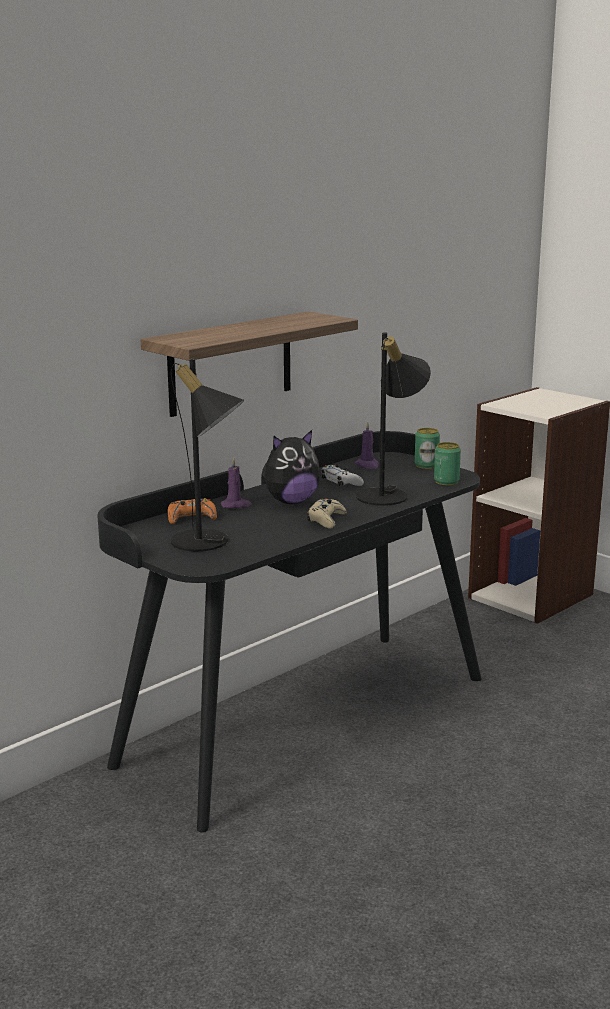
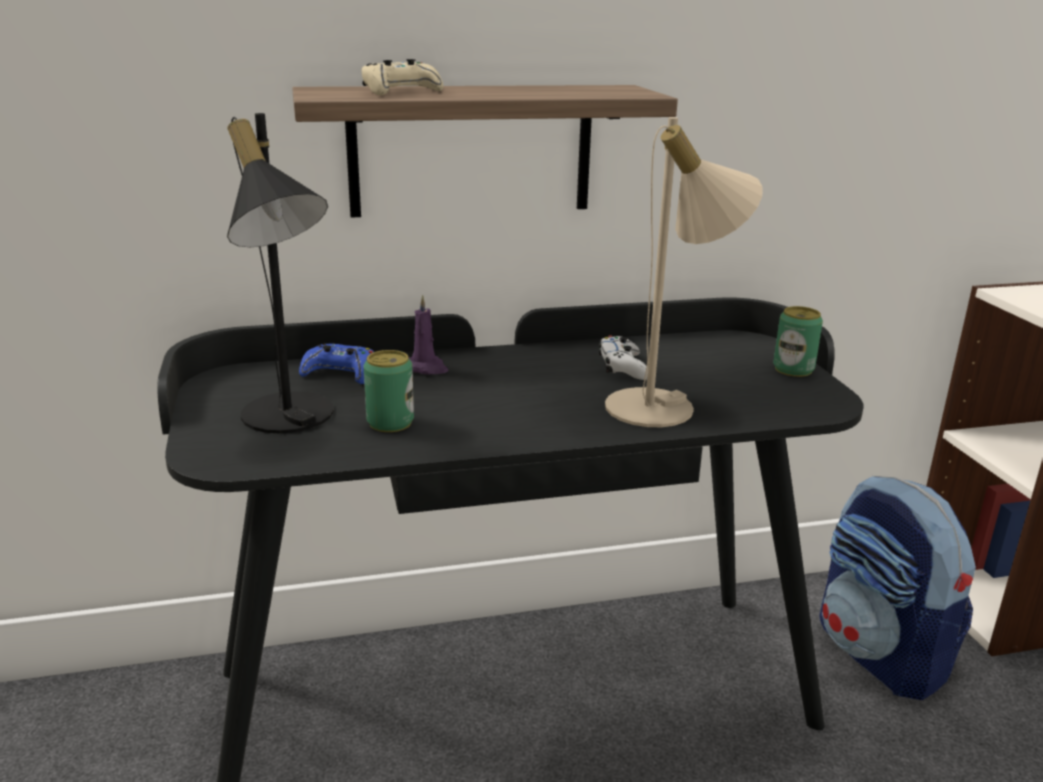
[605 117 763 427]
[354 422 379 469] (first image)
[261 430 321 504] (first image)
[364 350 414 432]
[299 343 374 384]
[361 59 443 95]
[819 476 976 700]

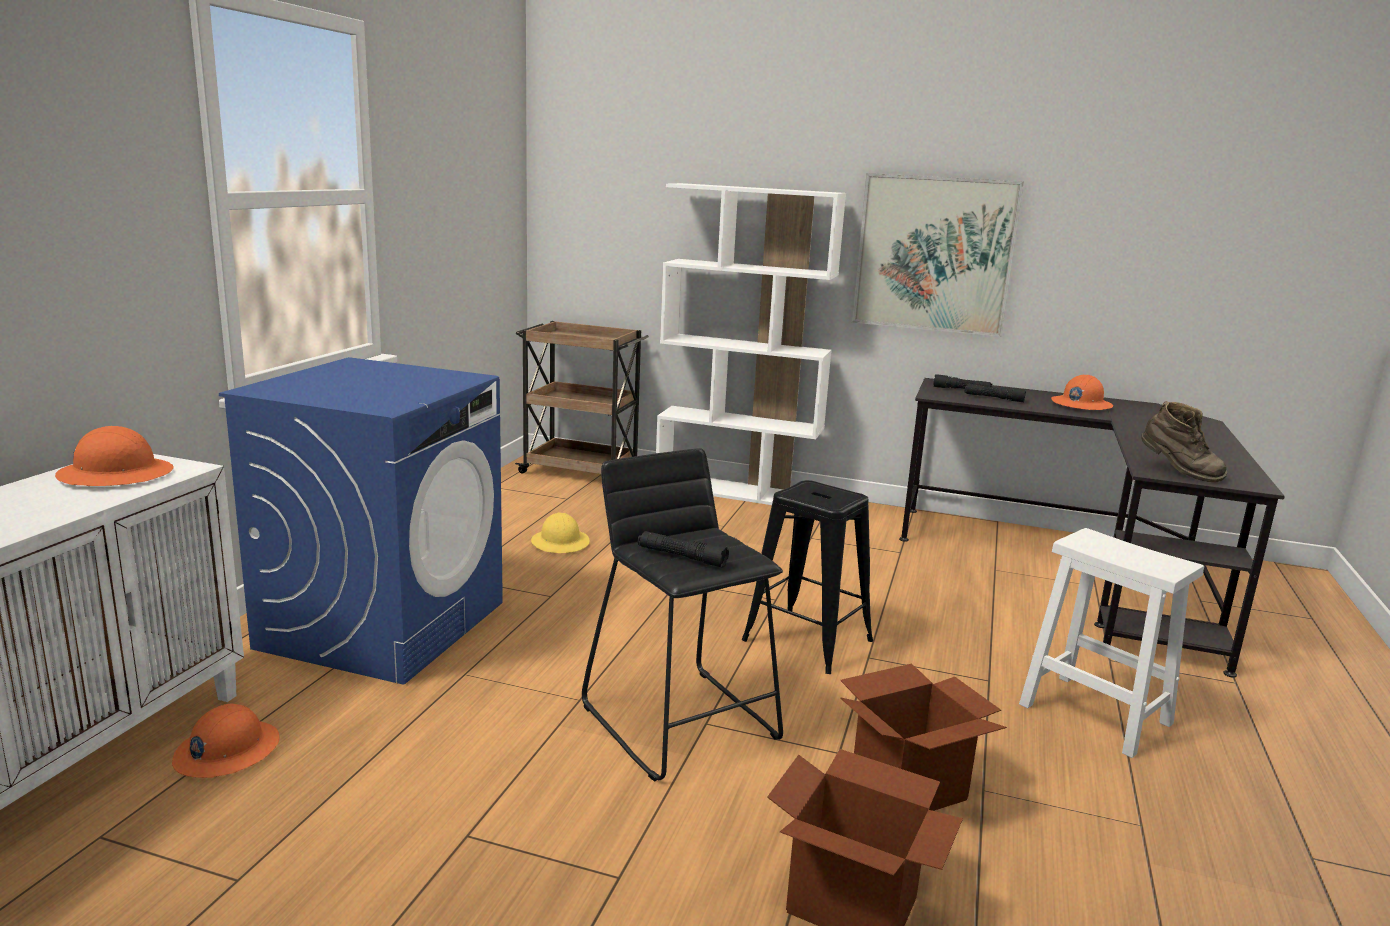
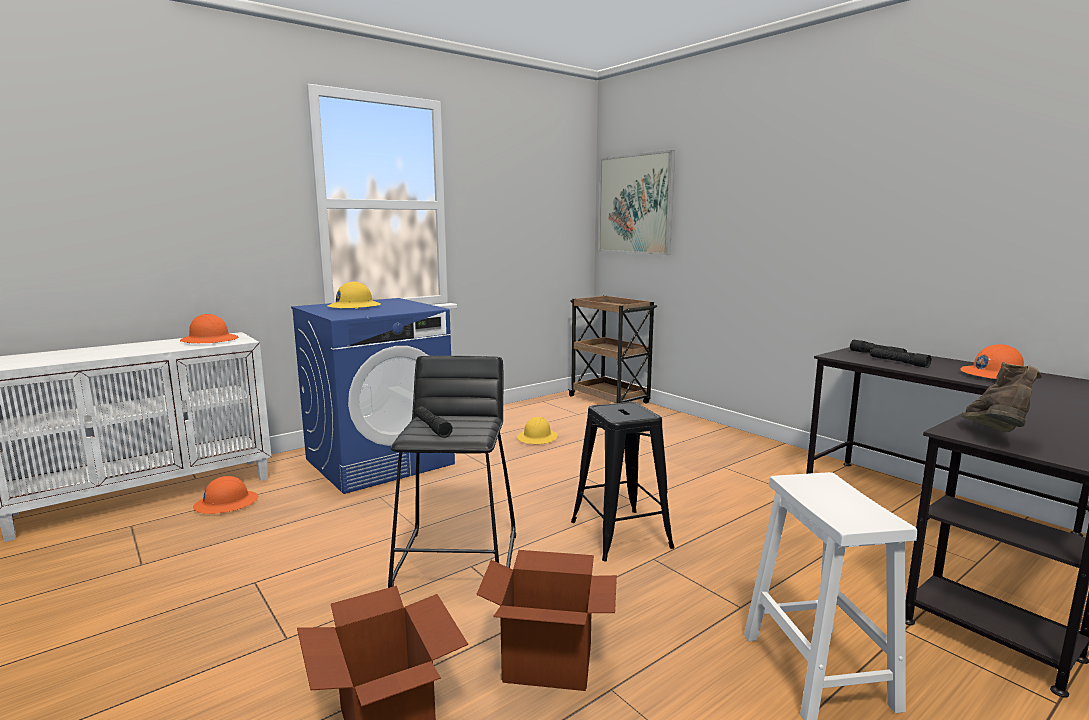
[598 150 675 255]
[656 183 846 505] (first image)
[961 362 1042 432]
[327 282 381 309]

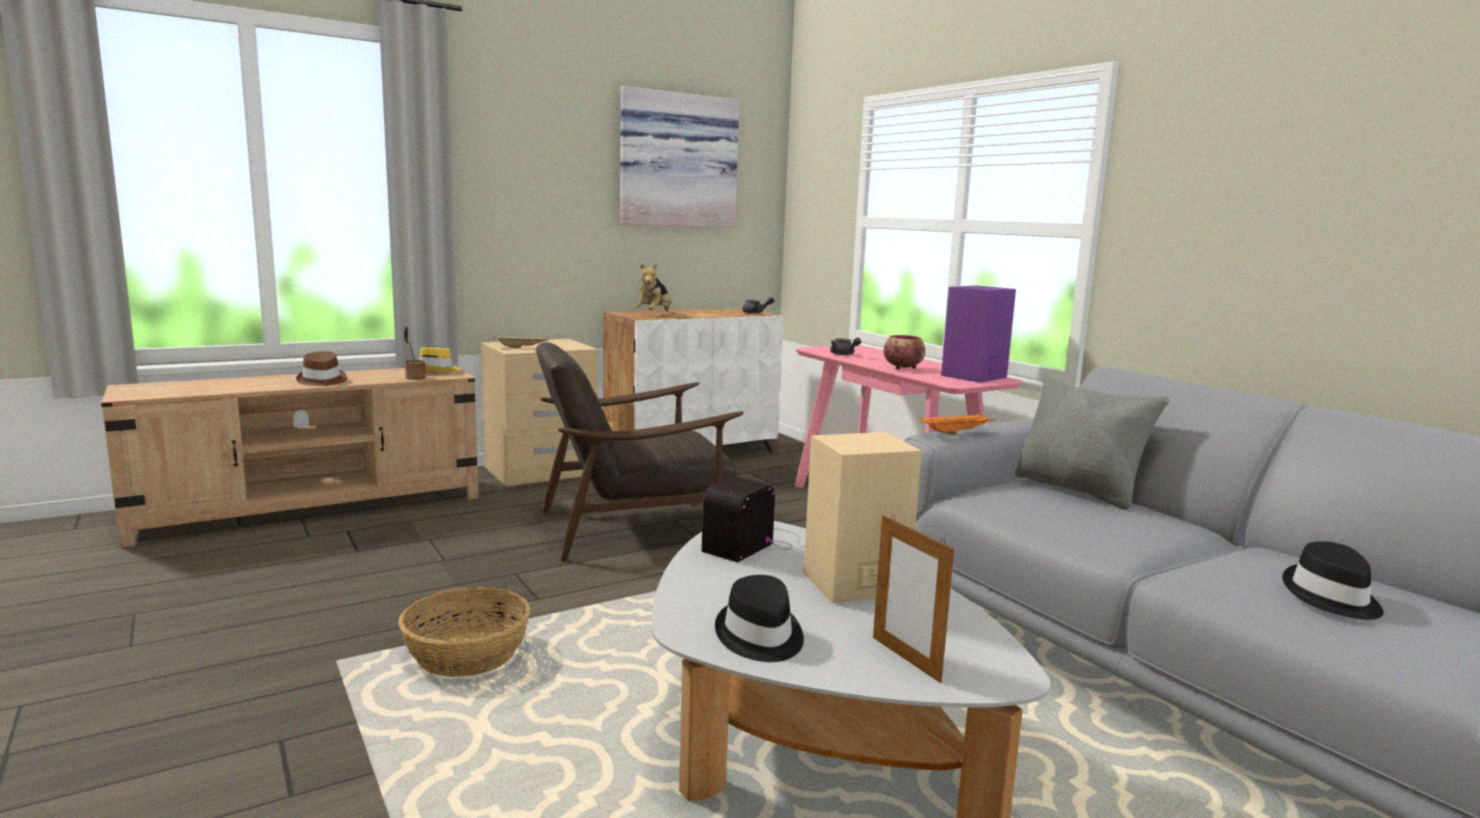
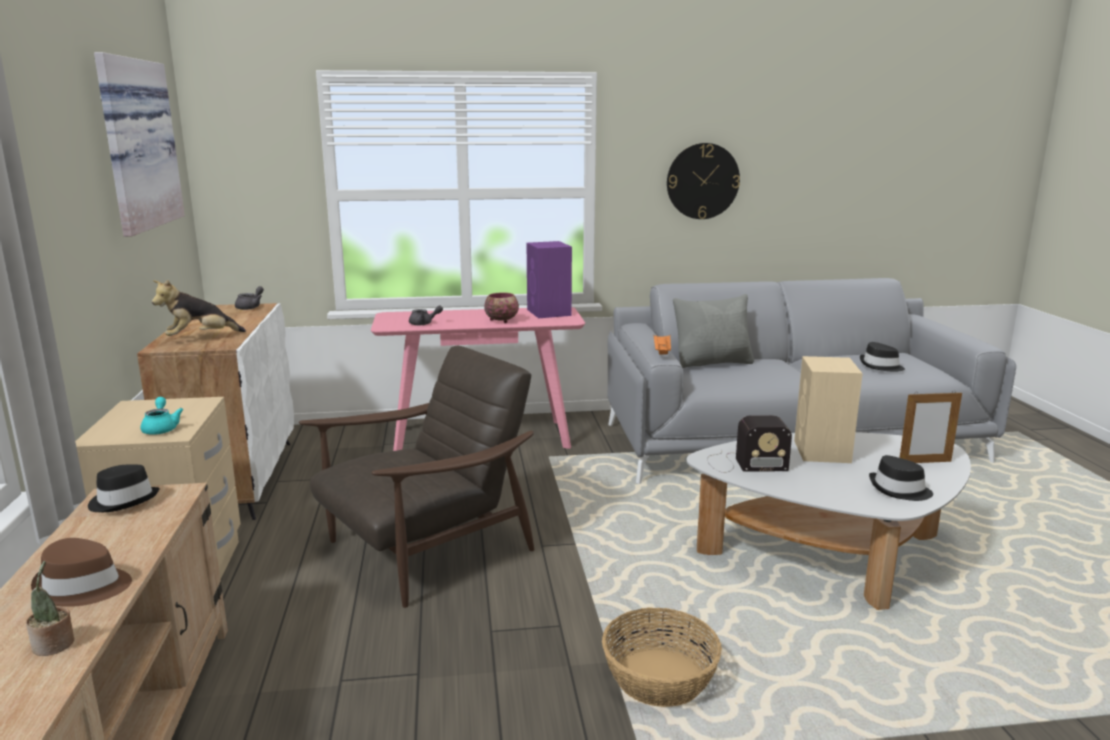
[152 280 246 336]
[26 561 74 656]
[141 397 183 435]
[299 346 535 608]
[88 465 160 512]
[707 415 792 473]
[667 143 740 219]

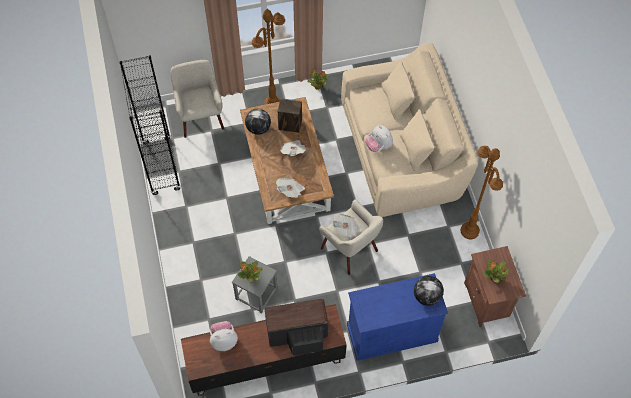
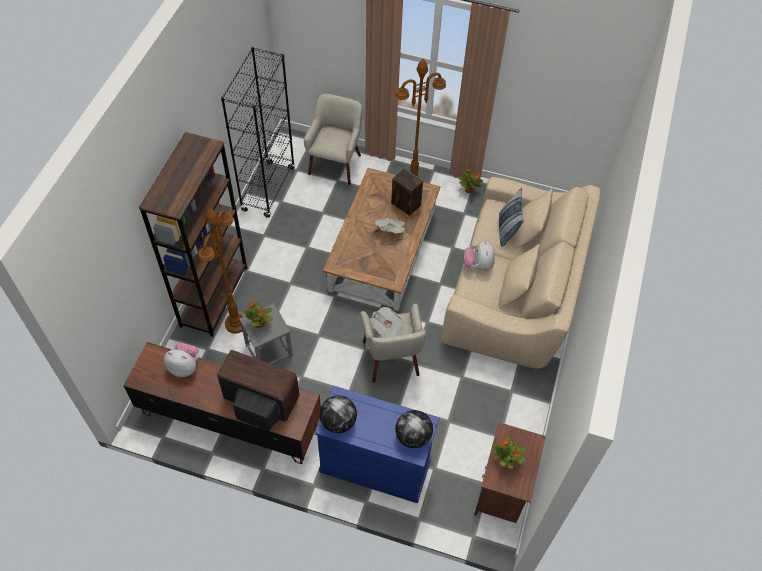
[319 395 357 433]
[199 209 244 333]
[276 178 305 198] (first image)
[139 132 247 337]
[499 188 524 247]

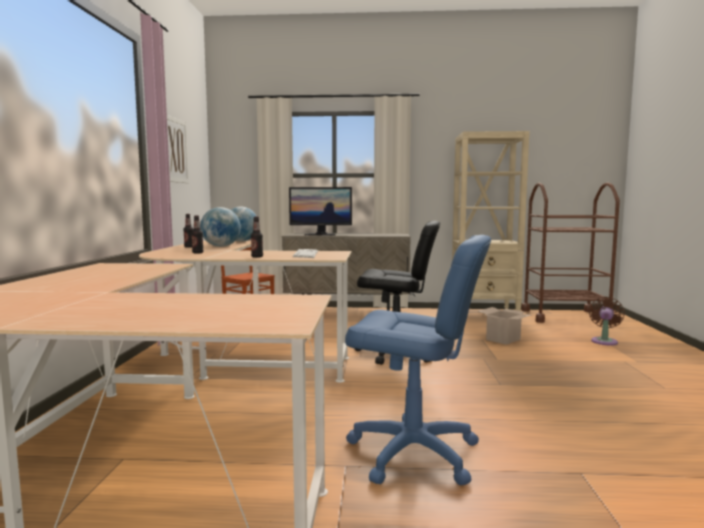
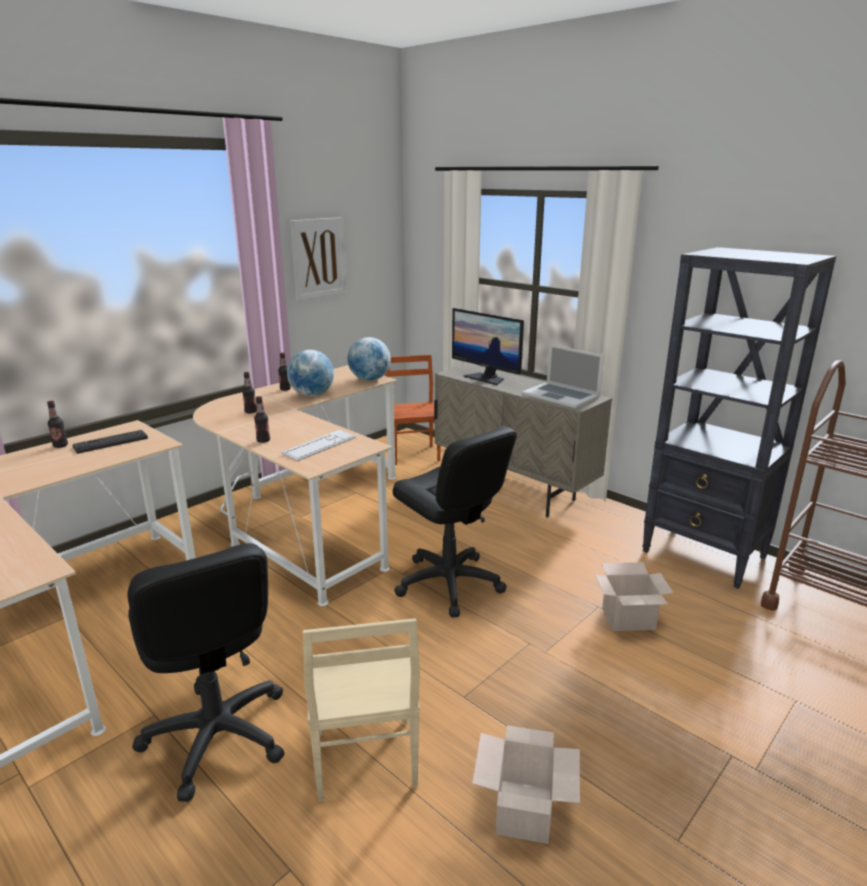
[642 247 836 589]
[128 543 284 802]
[589 297 625 346] (first image)
[522 344 604 408]
[47 401 68 448]
[73 430 148 454]
[303 618 420 801]
[472 725 580 844]

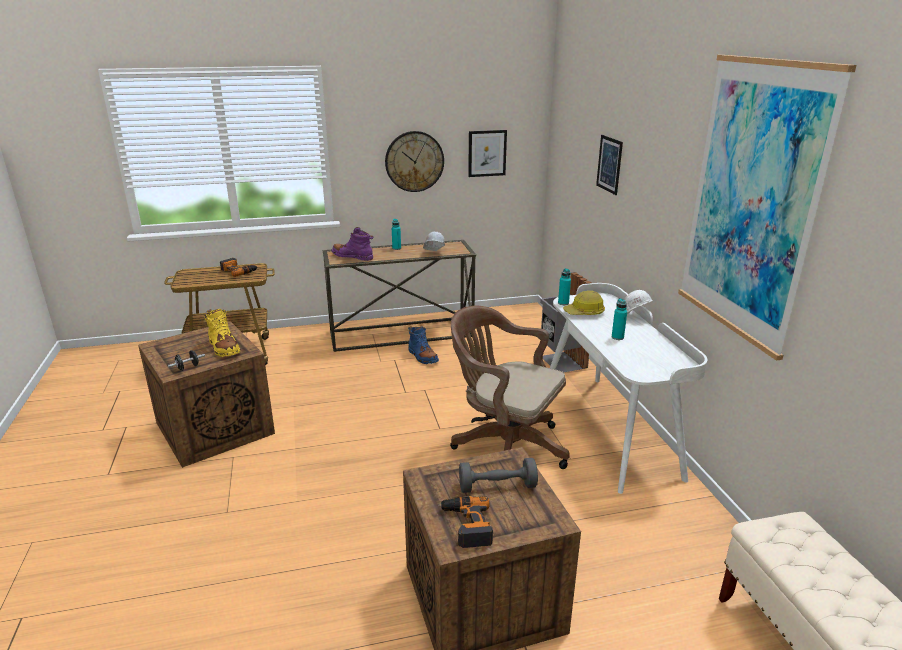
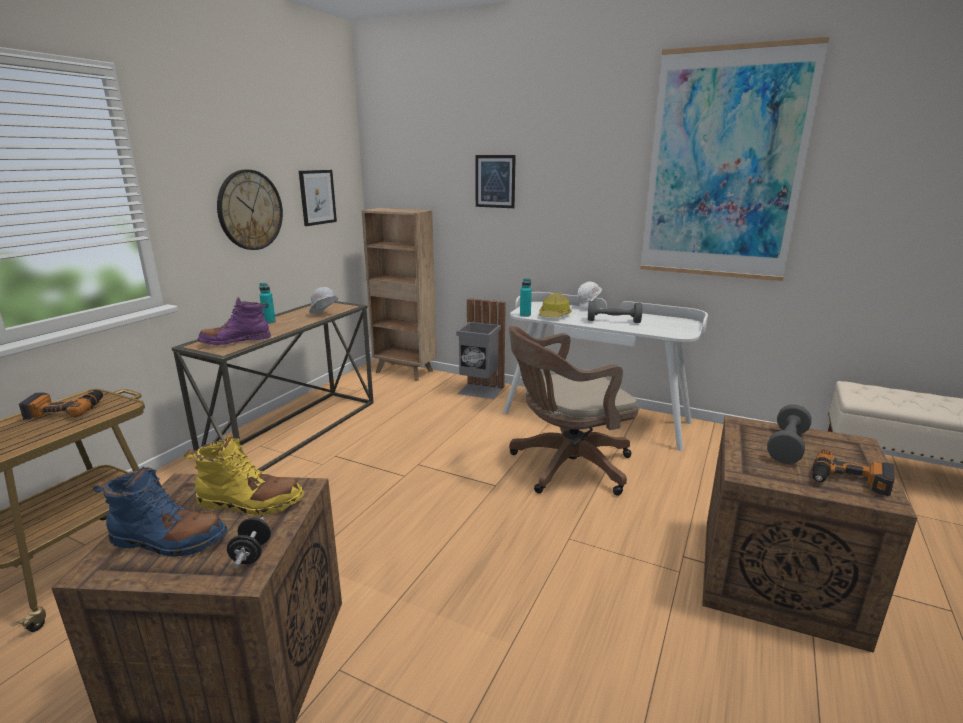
[588 301 642 323]
[93 466 228 557]
[362 208 437 381]

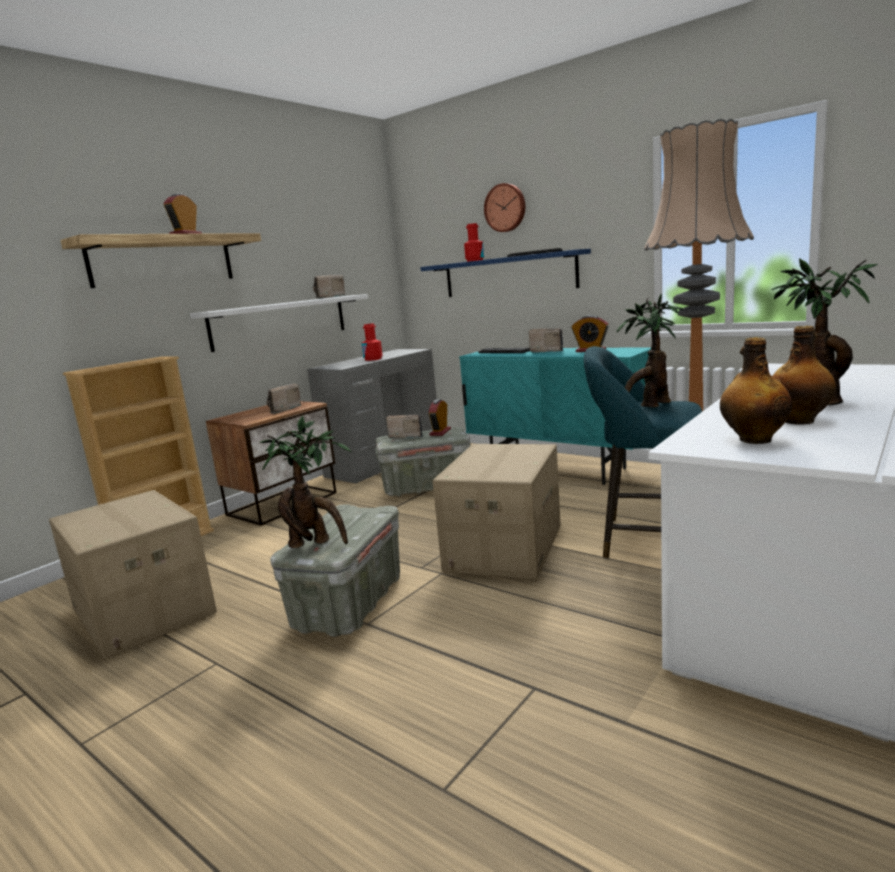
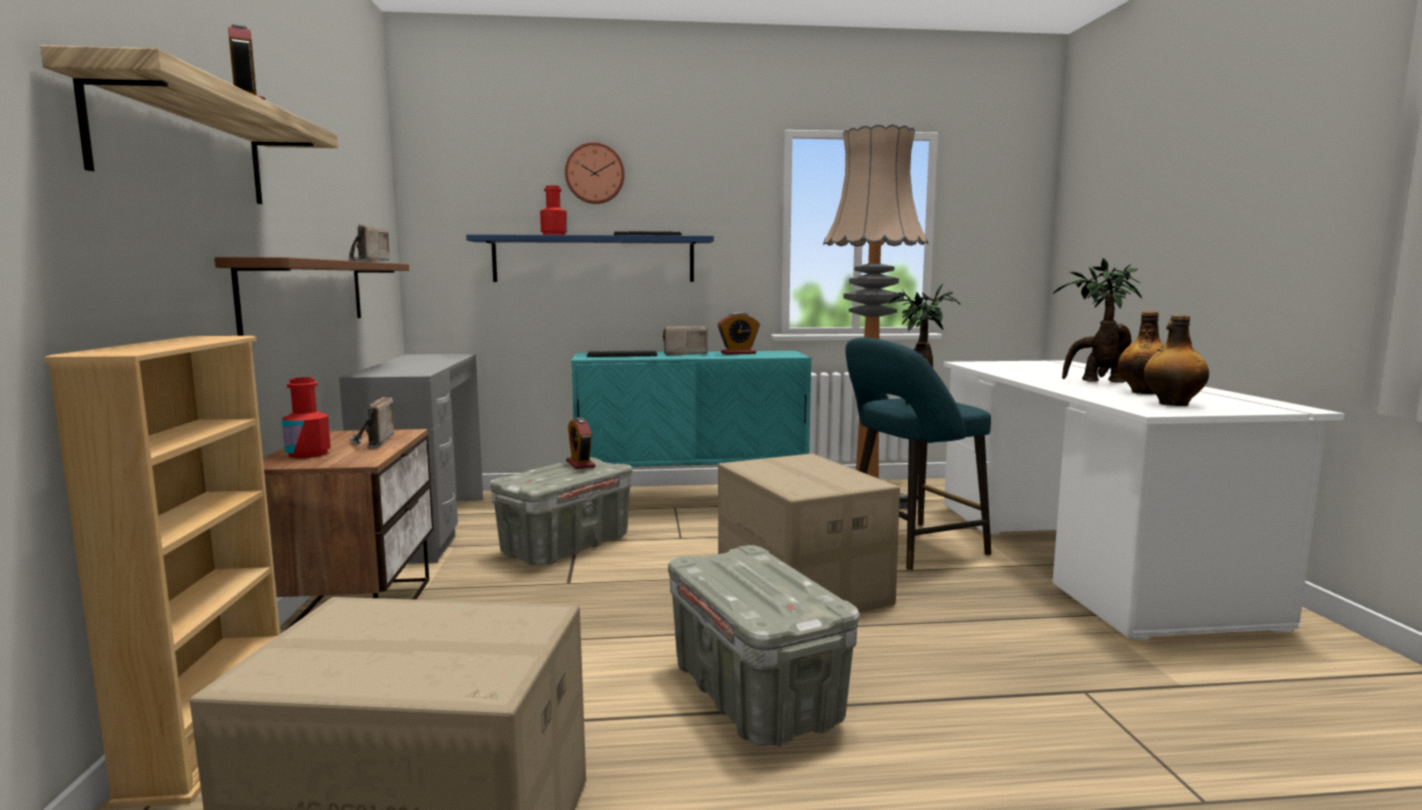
[215 257 409 336]
[282 377 331 458]
[386 415 423 439] (first image)
[260 416 351 548] (first image)

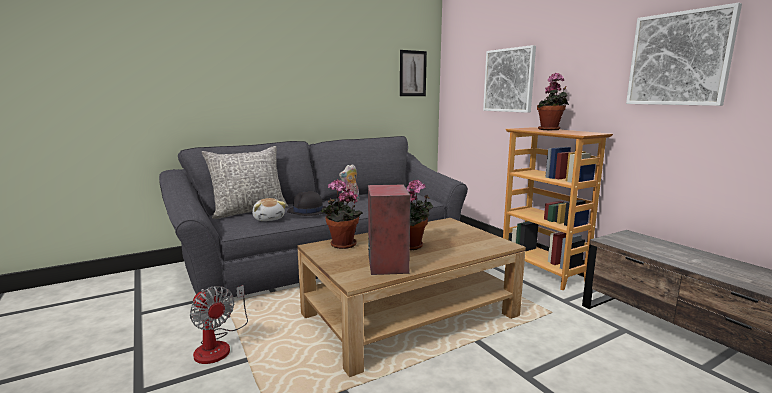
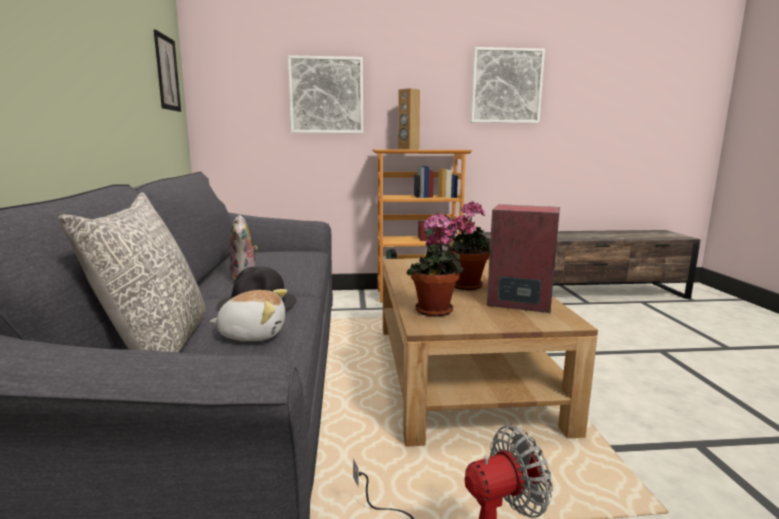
[398 88 420 150]

